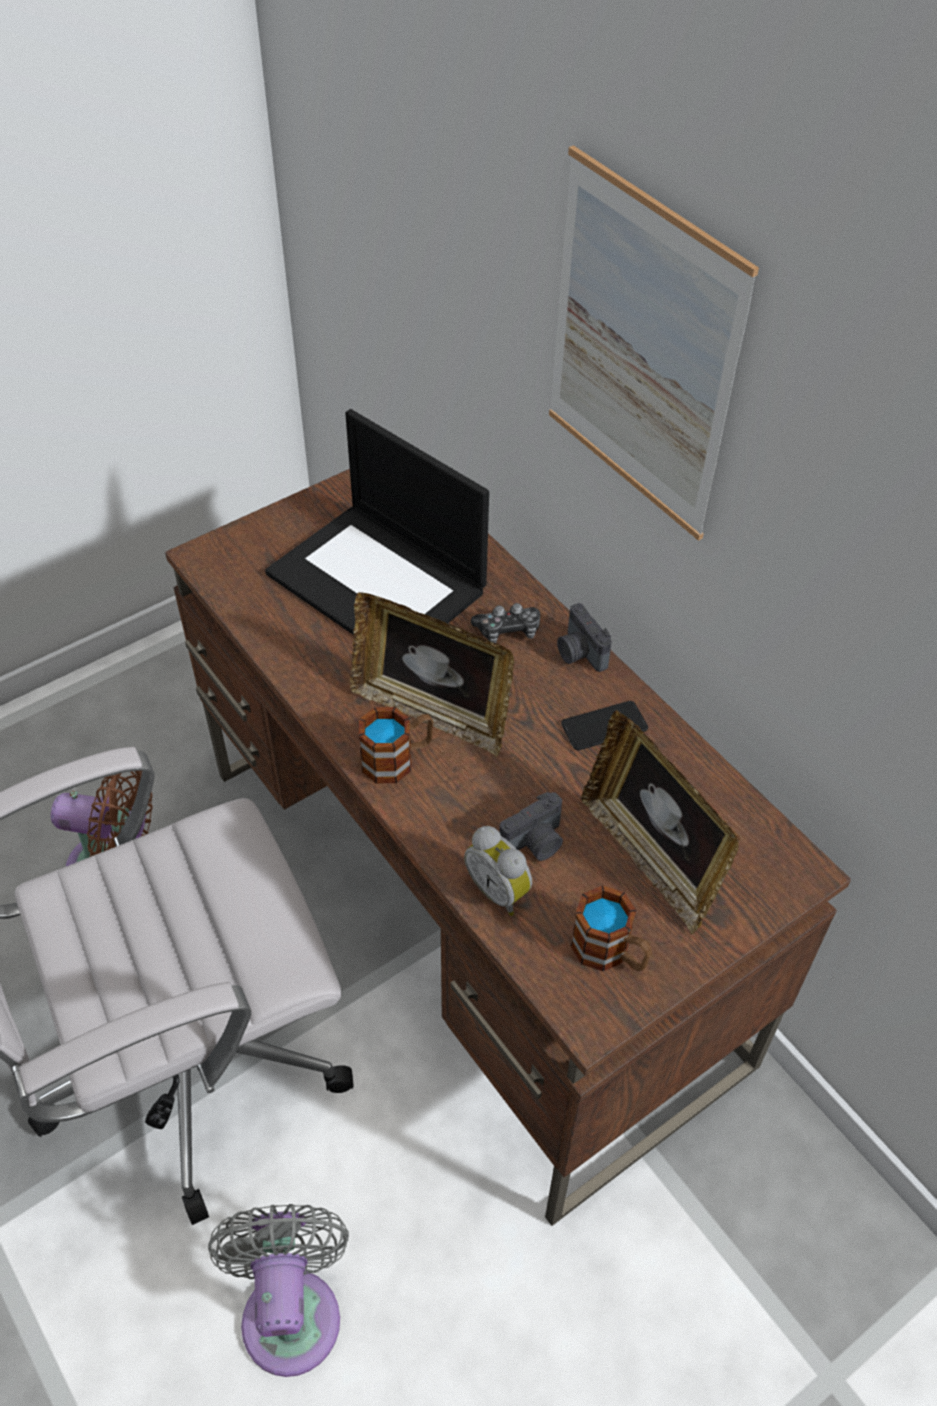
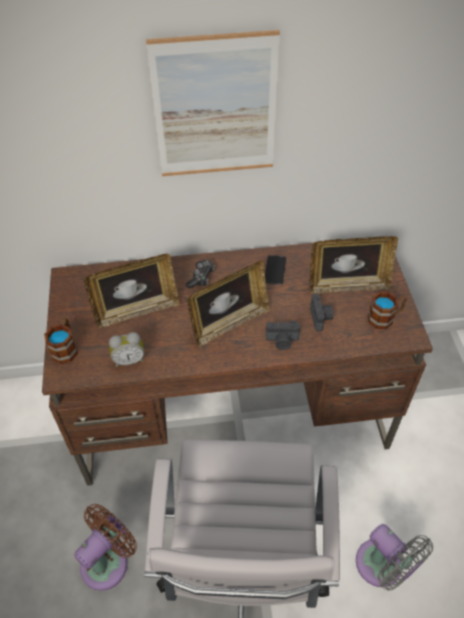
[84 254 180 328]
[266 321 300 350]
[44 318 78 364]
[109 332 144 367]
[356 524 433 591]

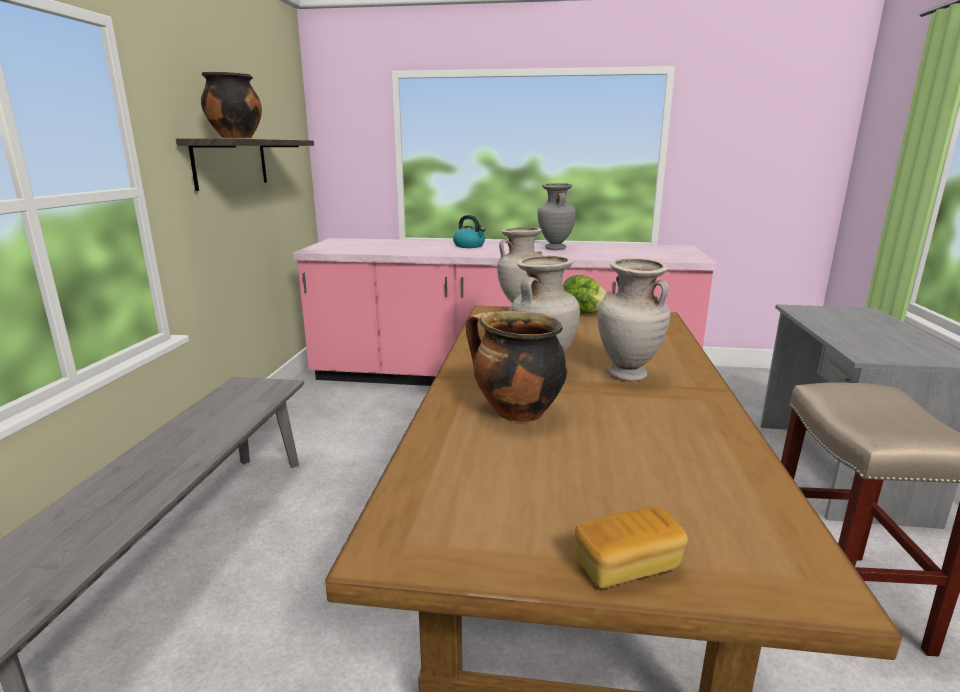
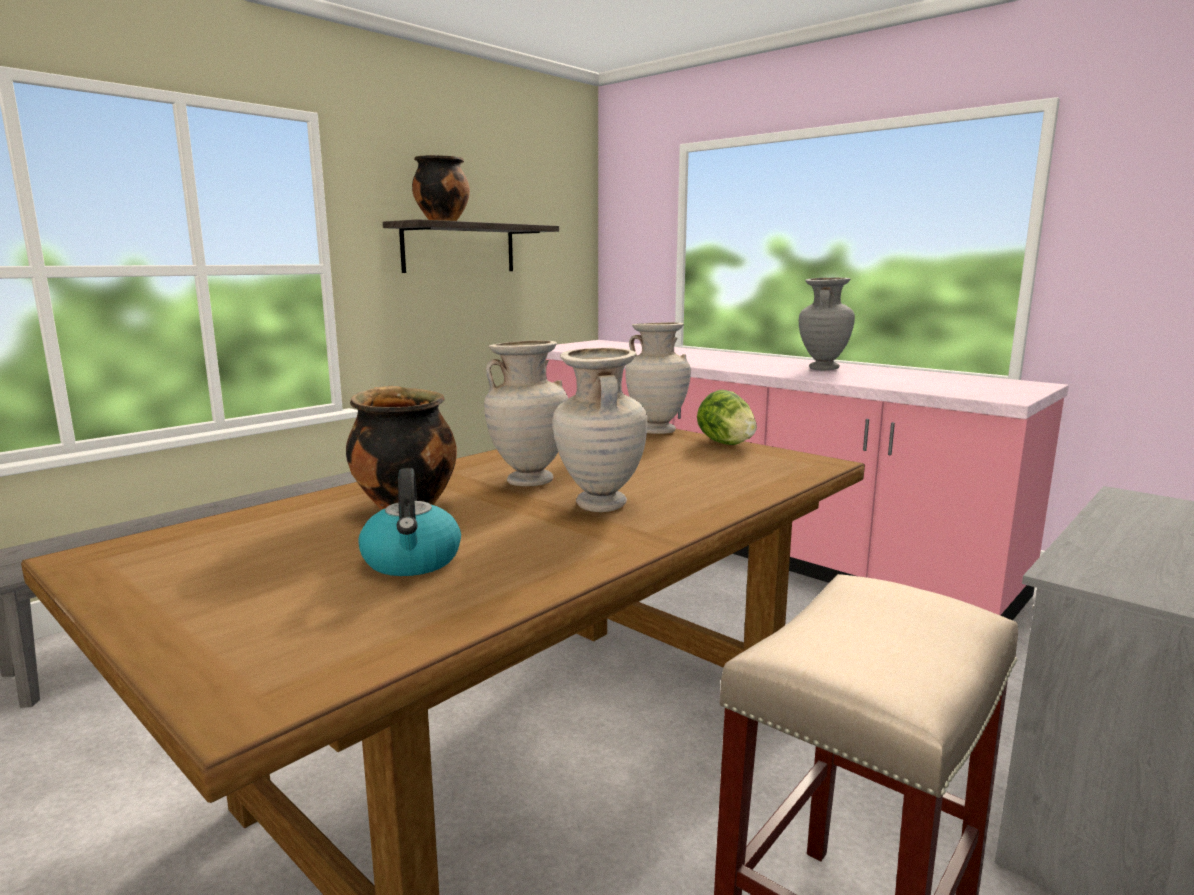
[358 468 461 576]
[575 506 688 588] (first image)

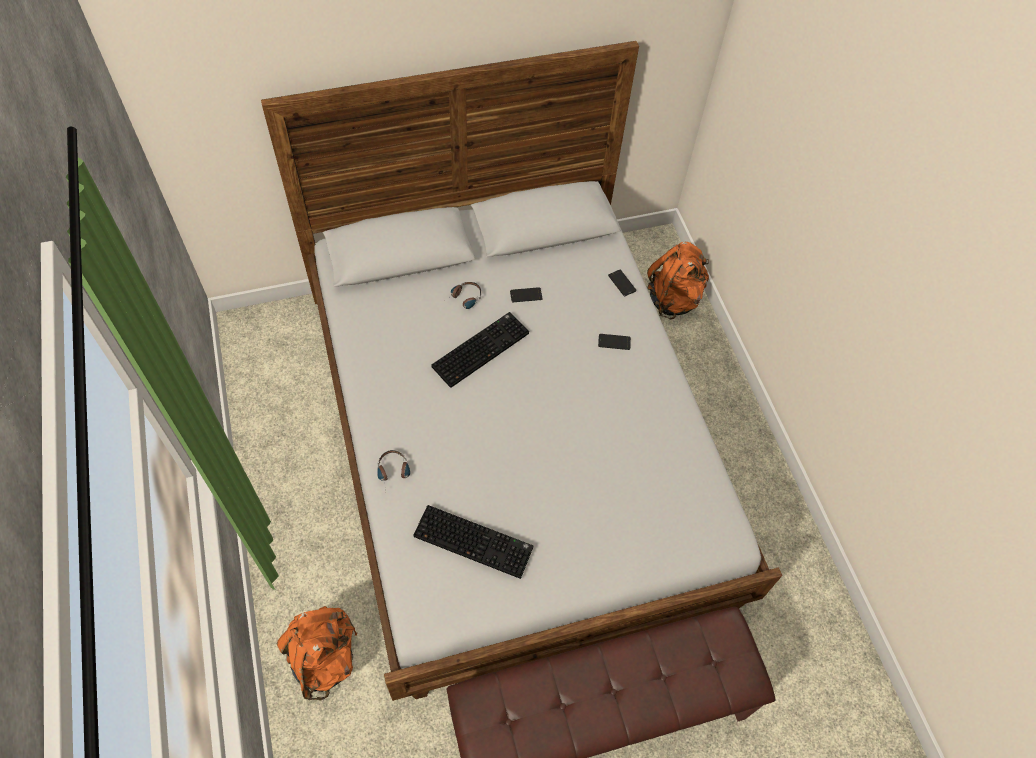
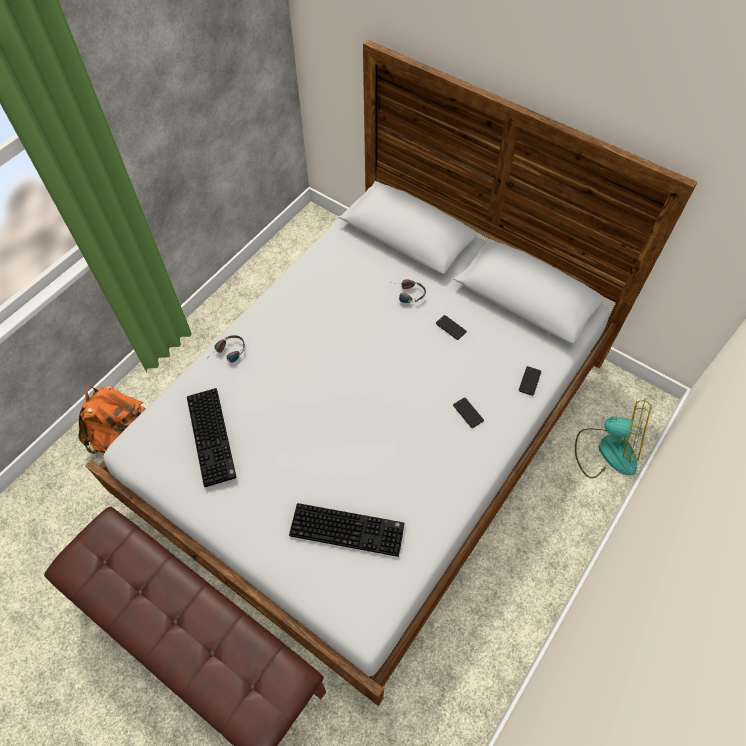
[575 400 652 478]
[289 503 405 557]

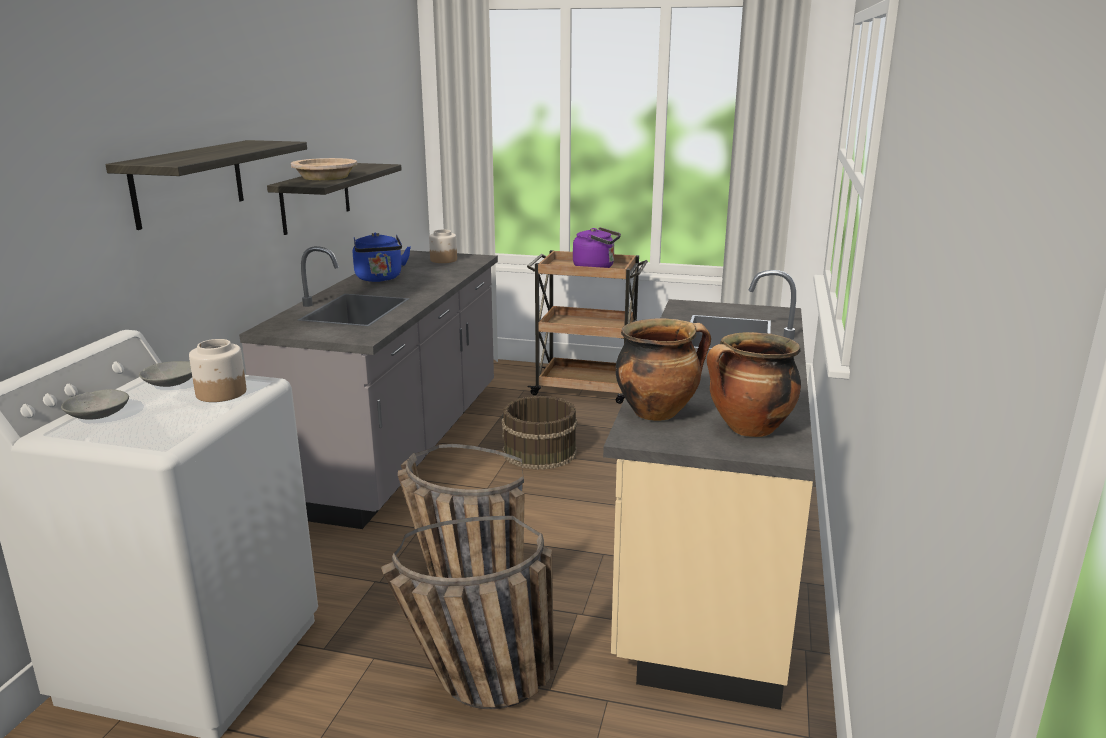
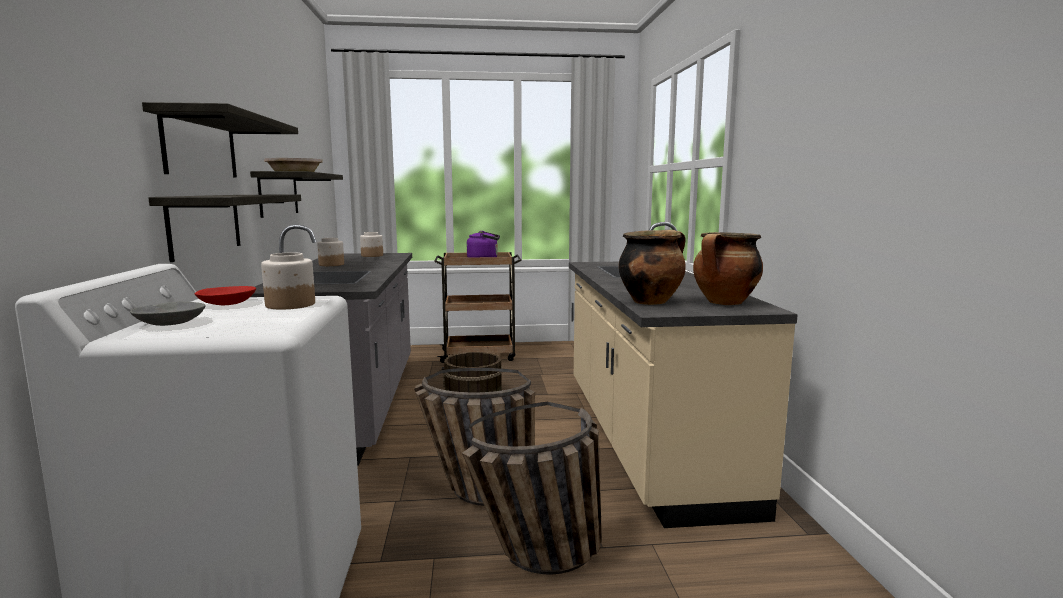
[317 238 344 266]
[195 286 256 305]
[149 195 301 262]

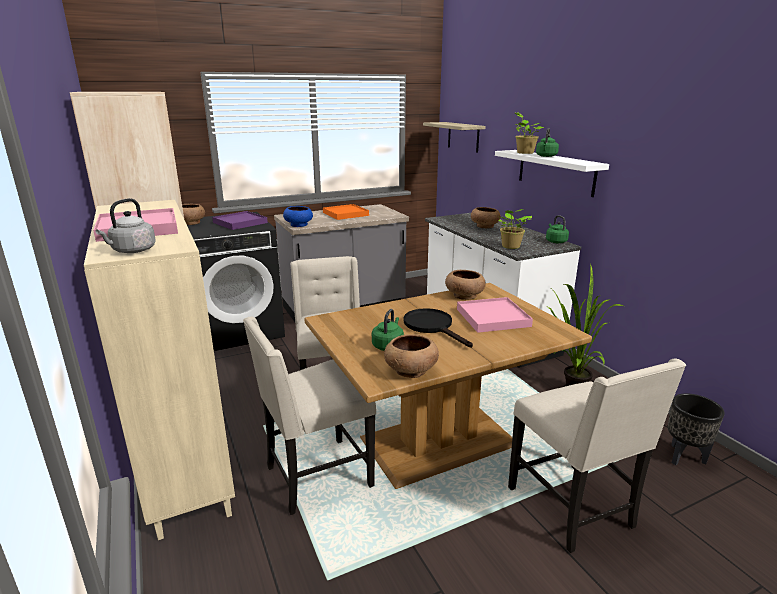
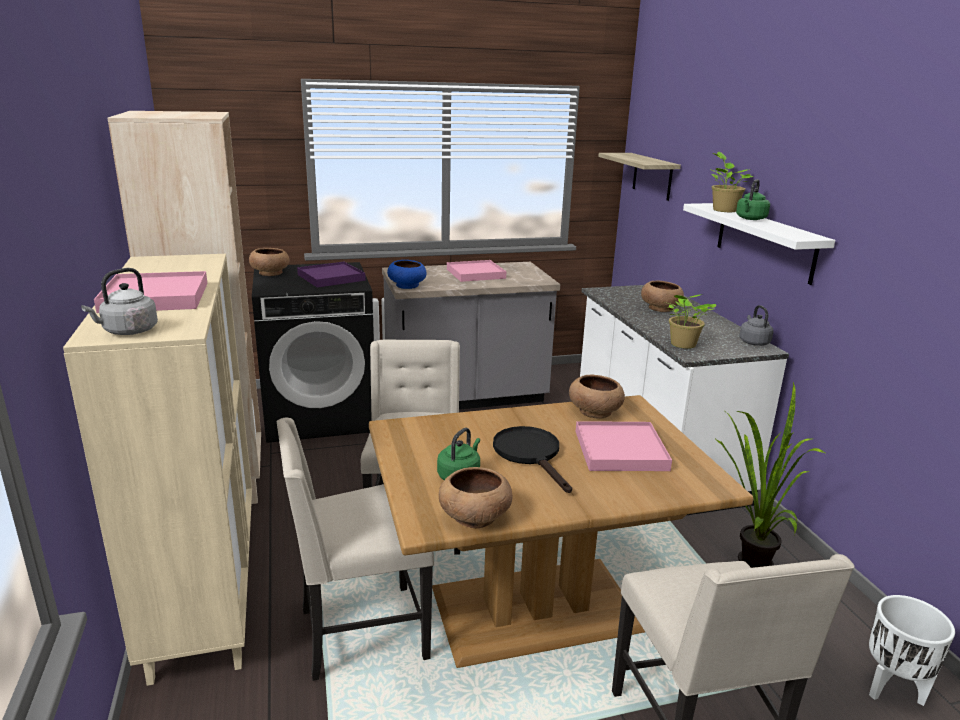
[447 260 506 282]
[739 305 773 346]
[869 595 955 706]

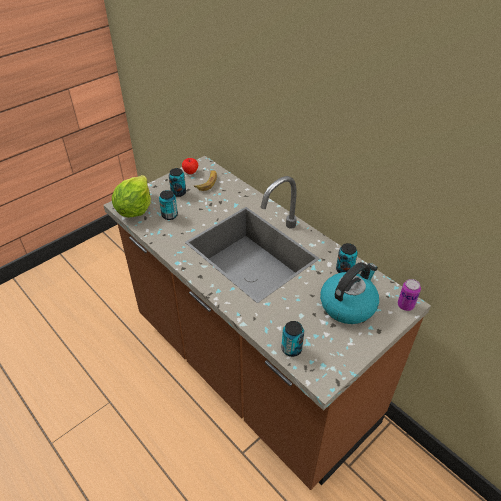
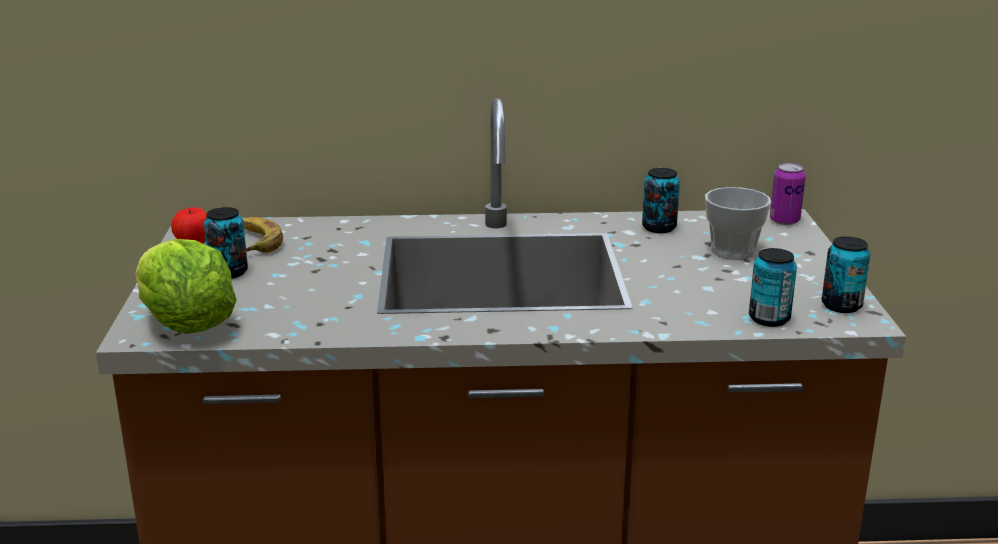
[822 236 870 313]
[705 187 771 260]

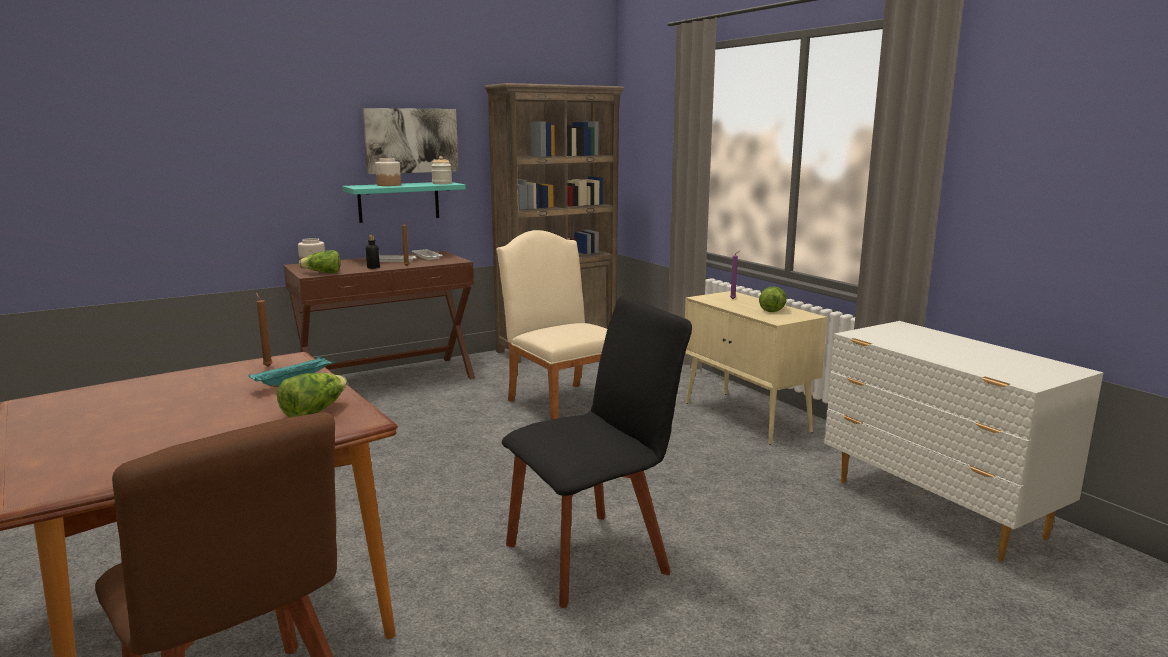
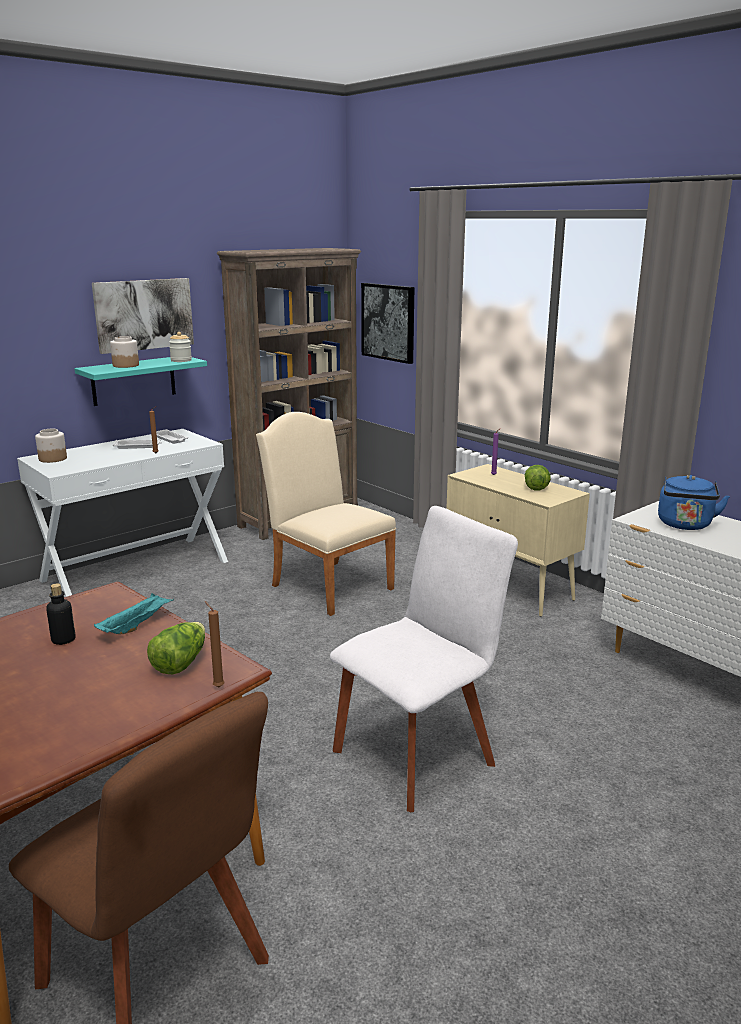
[46 583 76 645]
[299 250 341 273] (first image)
[17 429 228 597]
[205 601 224 687]
[330 506 518 812]
[361 283 415 364]
[658 475 730 530]

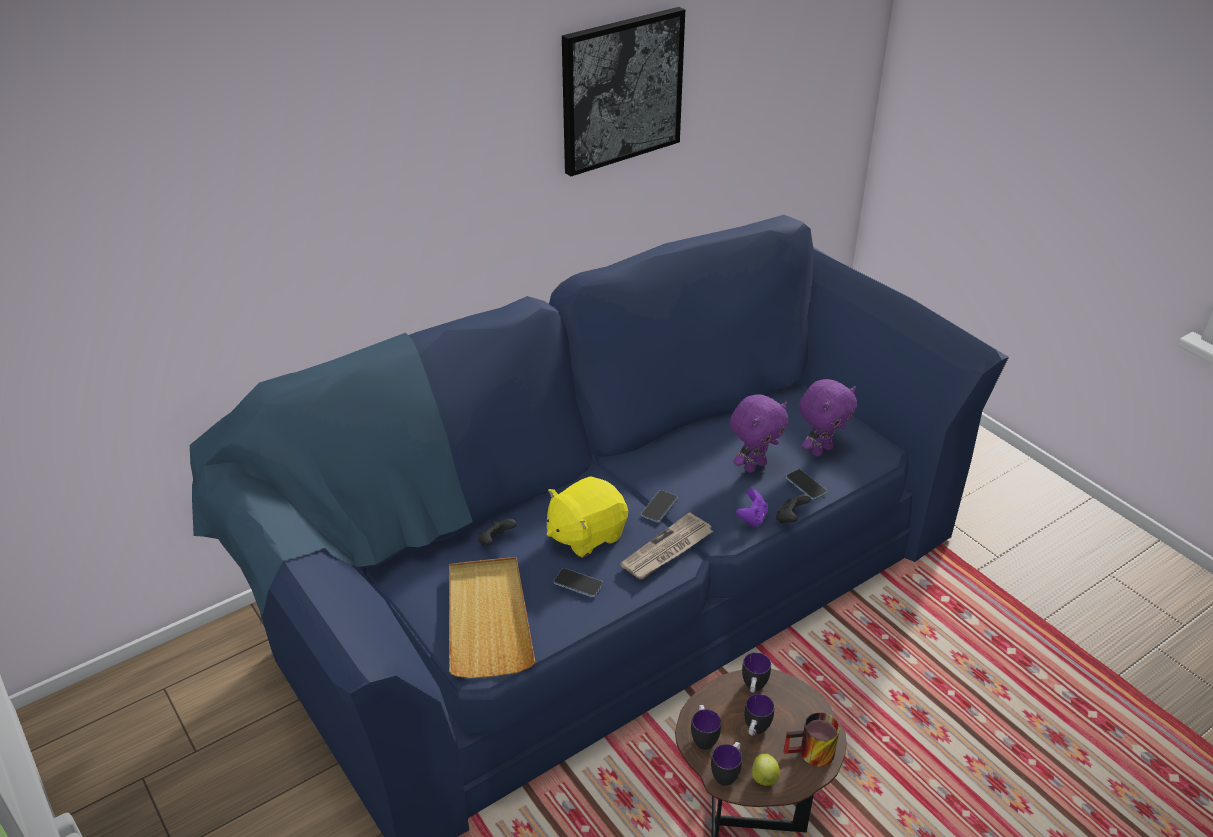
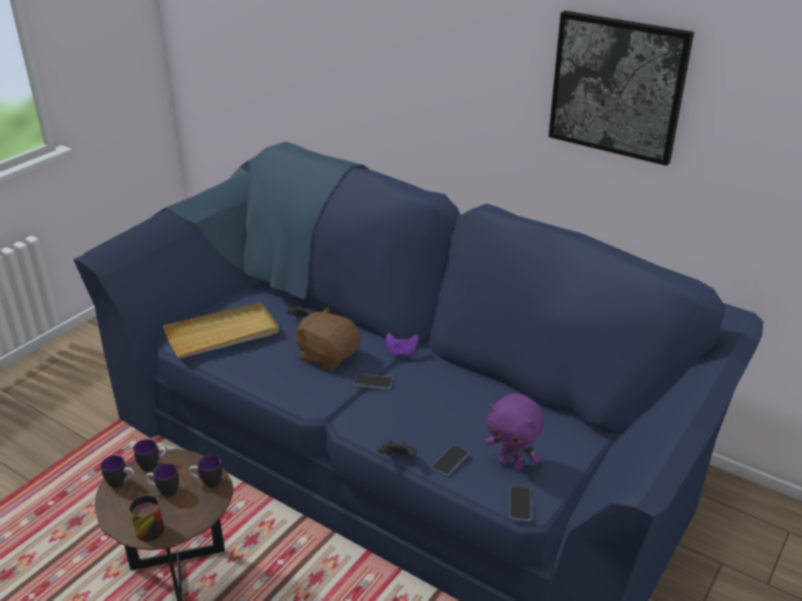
[730 394 789 473] (first image)
[294 308 360 372]
[386 333 419 356]
[620 512 713 579] (first image)
[509 486 532 521]
[752 754 780 786] (first image)

